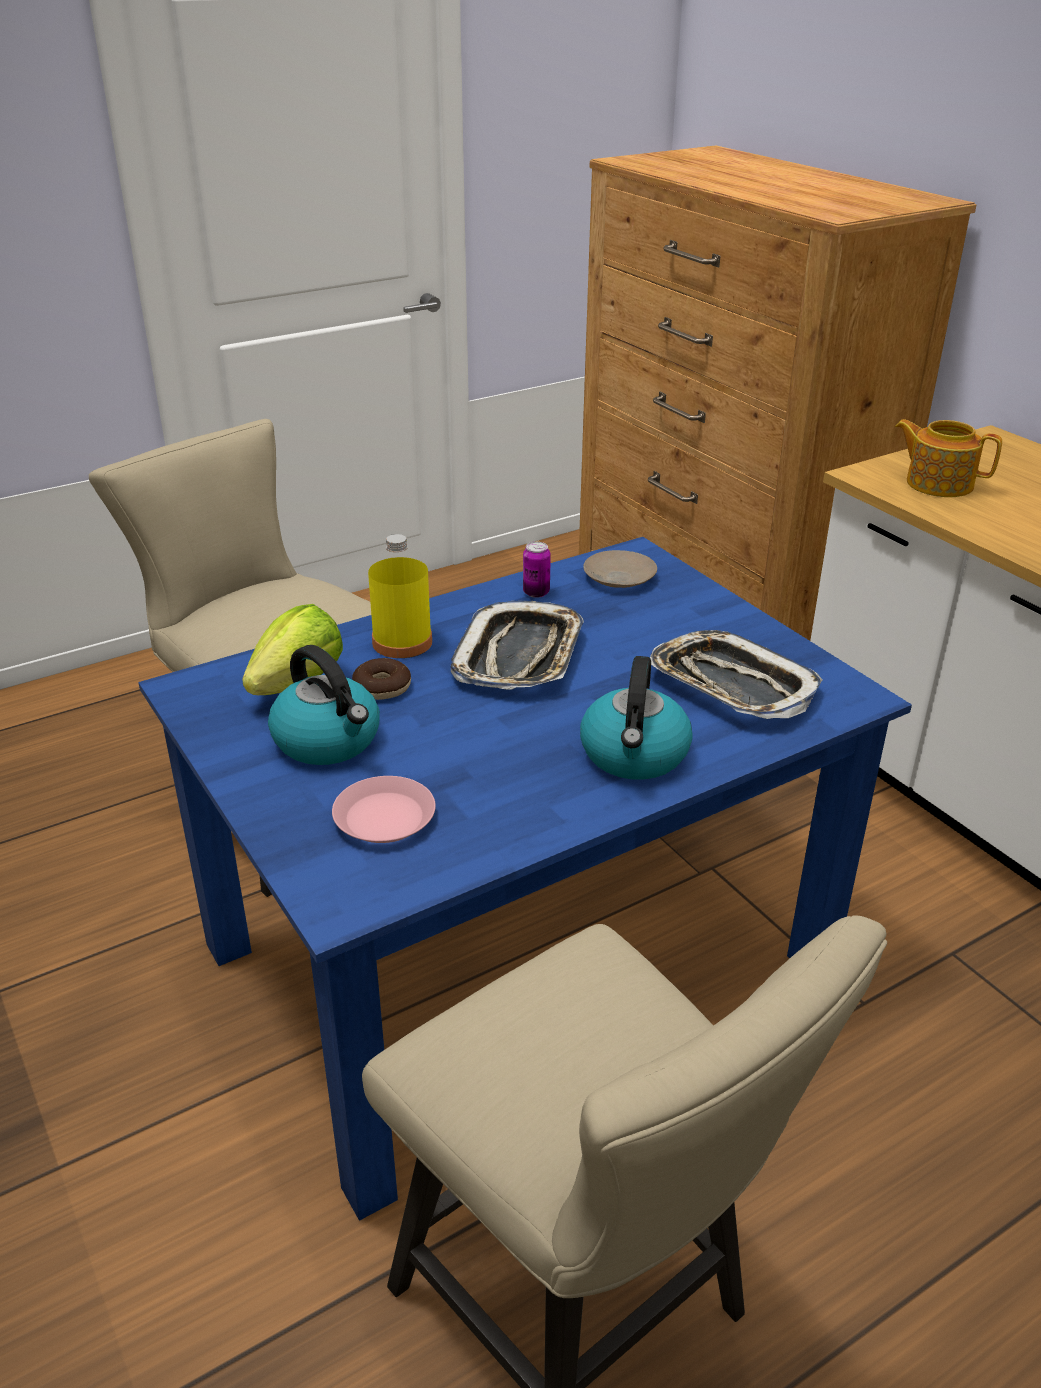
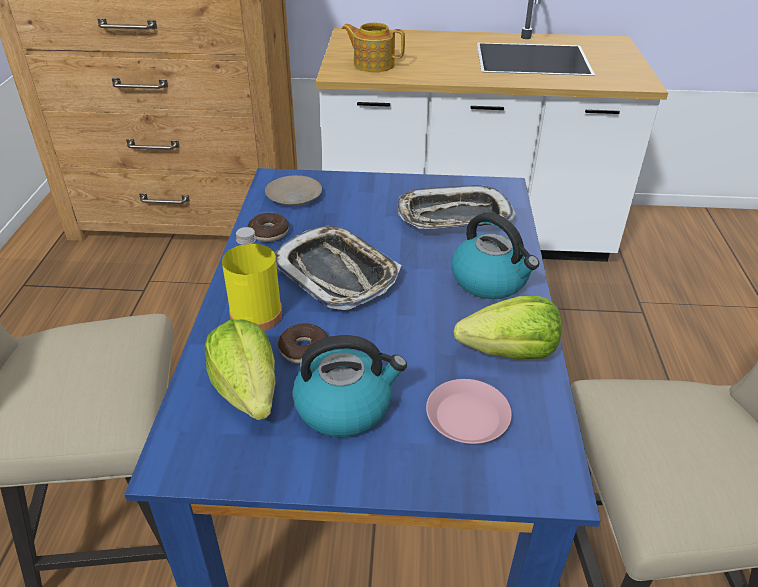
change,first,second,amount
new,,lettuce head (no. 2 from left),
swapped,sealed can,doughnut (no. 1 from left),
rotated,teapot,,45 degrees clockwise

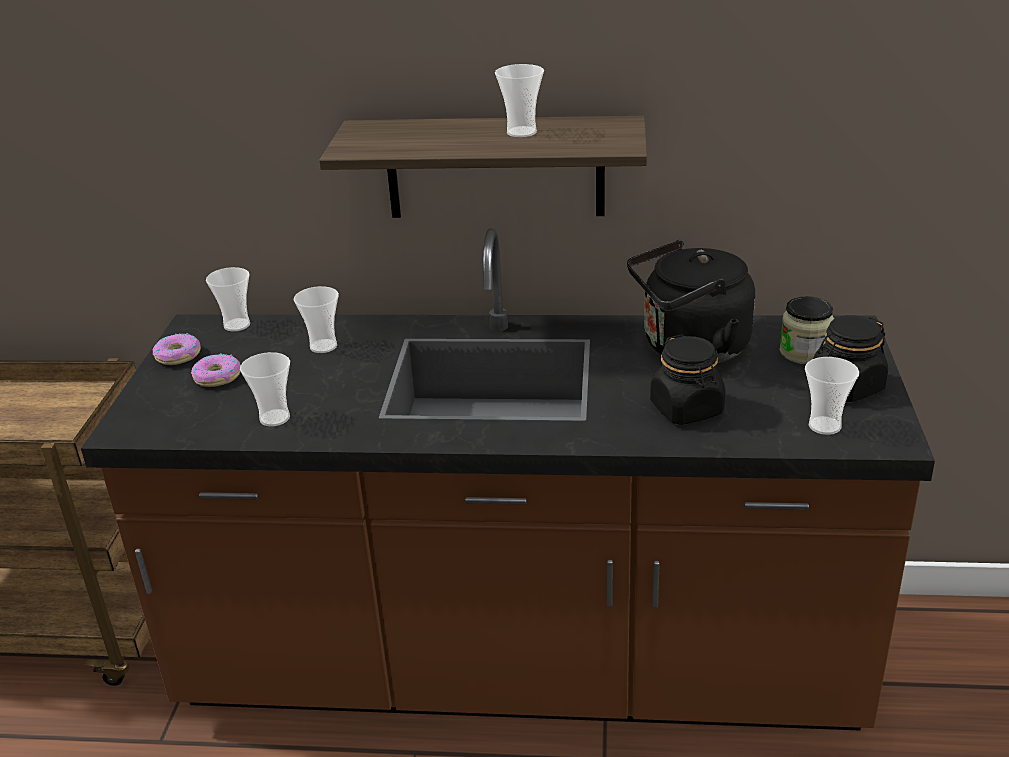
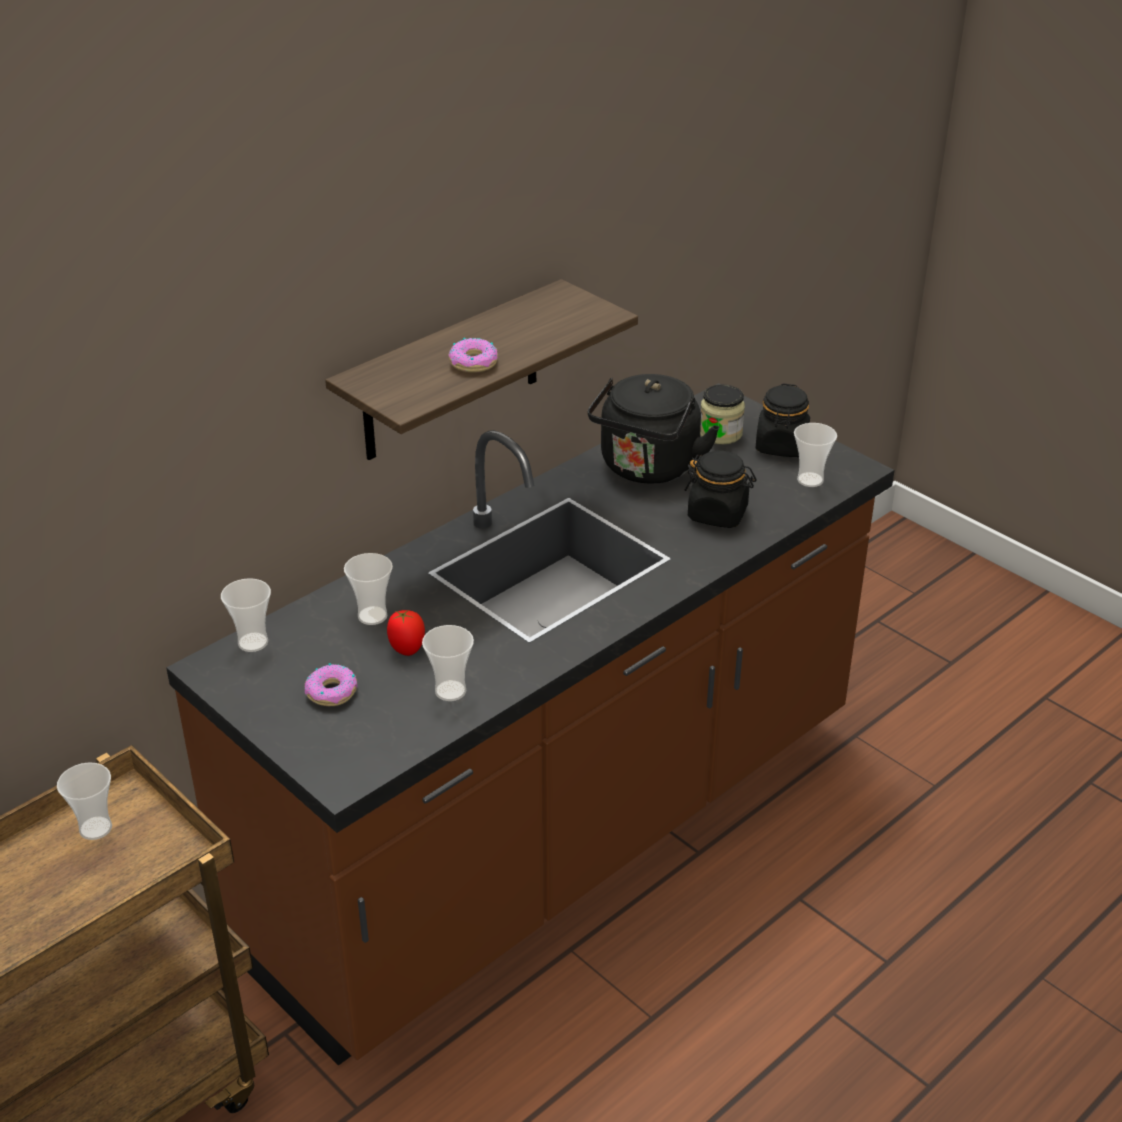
change,first,second,amount
new,,fresh tomato,
shifted,doughnut (no. 1 from left in the first image),doughnut (no. 2 from left),
shifted,drinking cup (no. 4 from left in the first image),drinking cup (no. 1 from left),

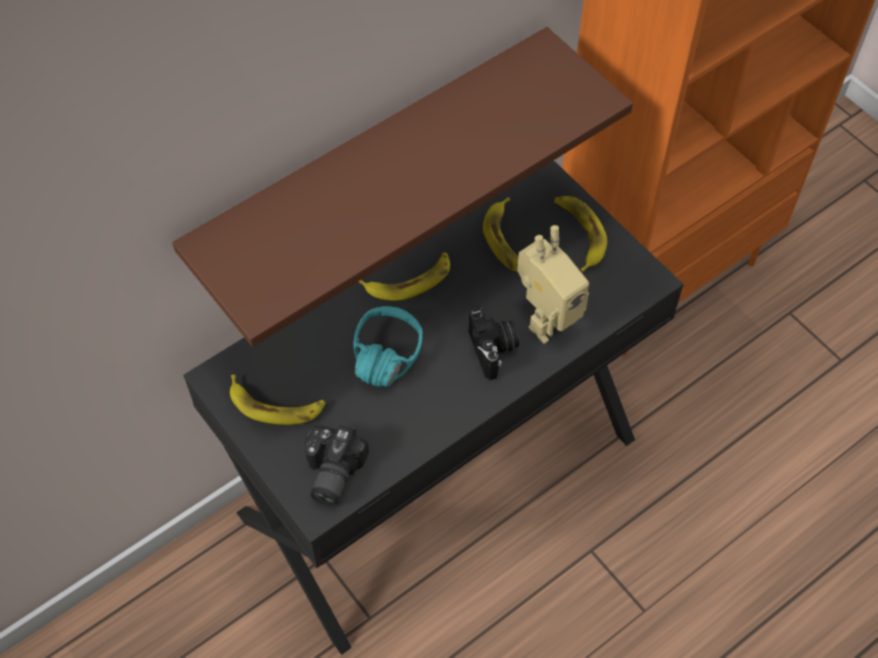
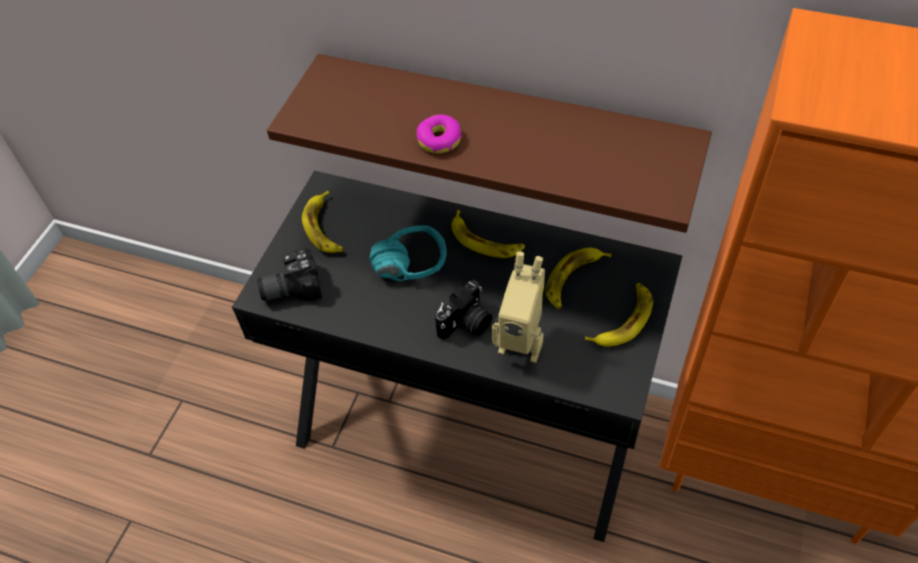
change,first,second,amount
new,,doughnut,

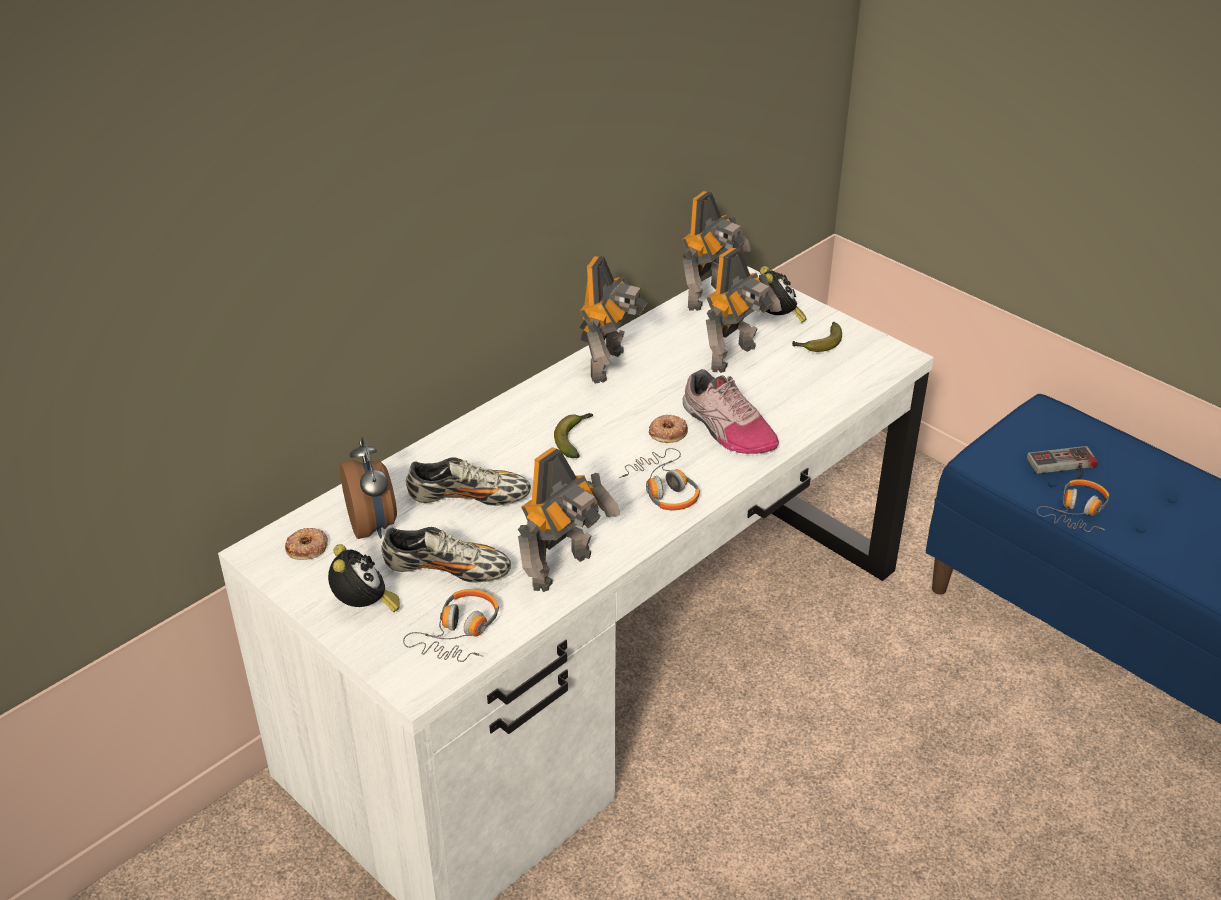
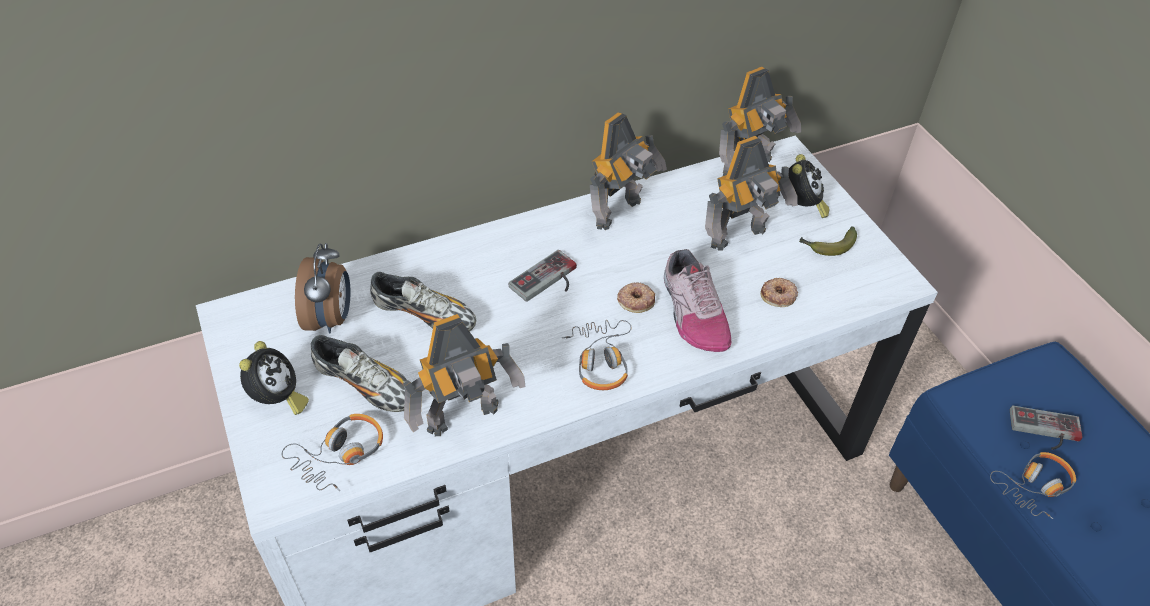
change,first,second,amount
shifted,doughnut (no. 1 from left in the first image),doughnut (no. 2 from left),
swapped,banana (no. 1 from left),game controller (no. 1 from left),

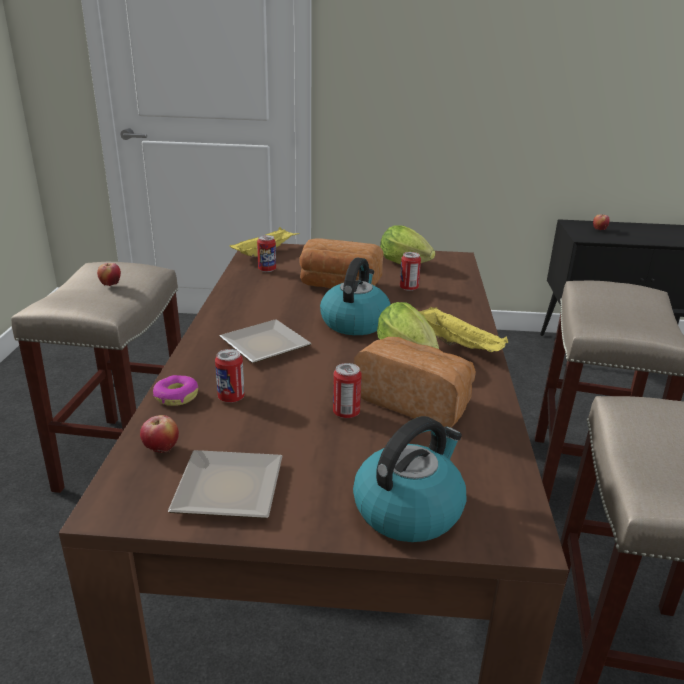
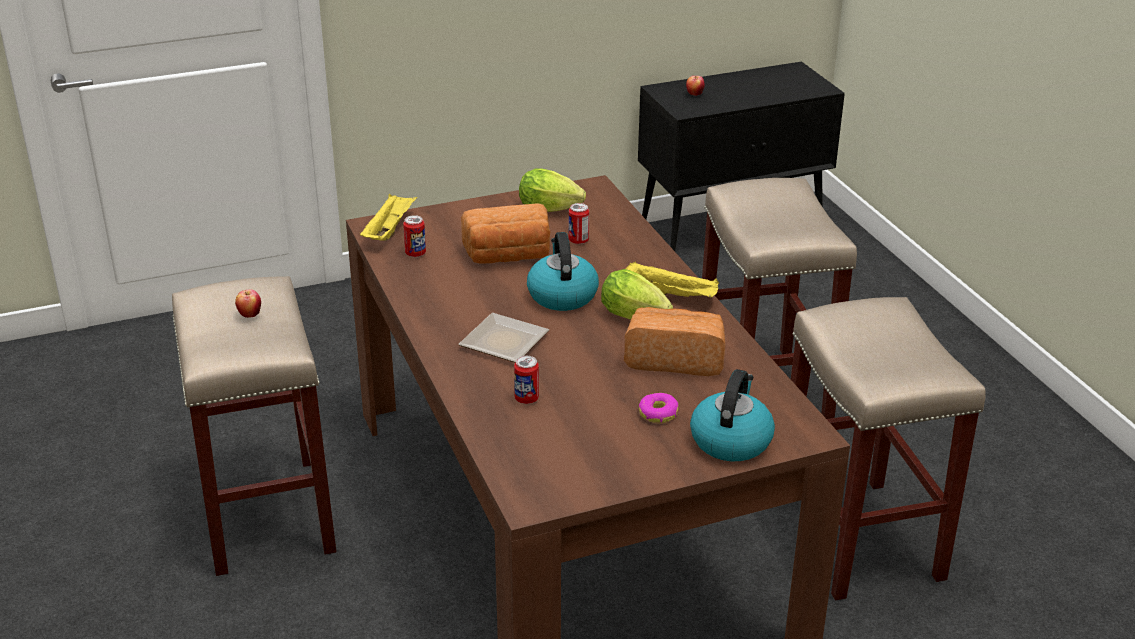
change,first,second,amount
gone,whole apple (no. 2 from left),,
gone,plate (no. 1 from left),,
gone,sealed can (no. 3 from left),,
shifted,doughnut,,

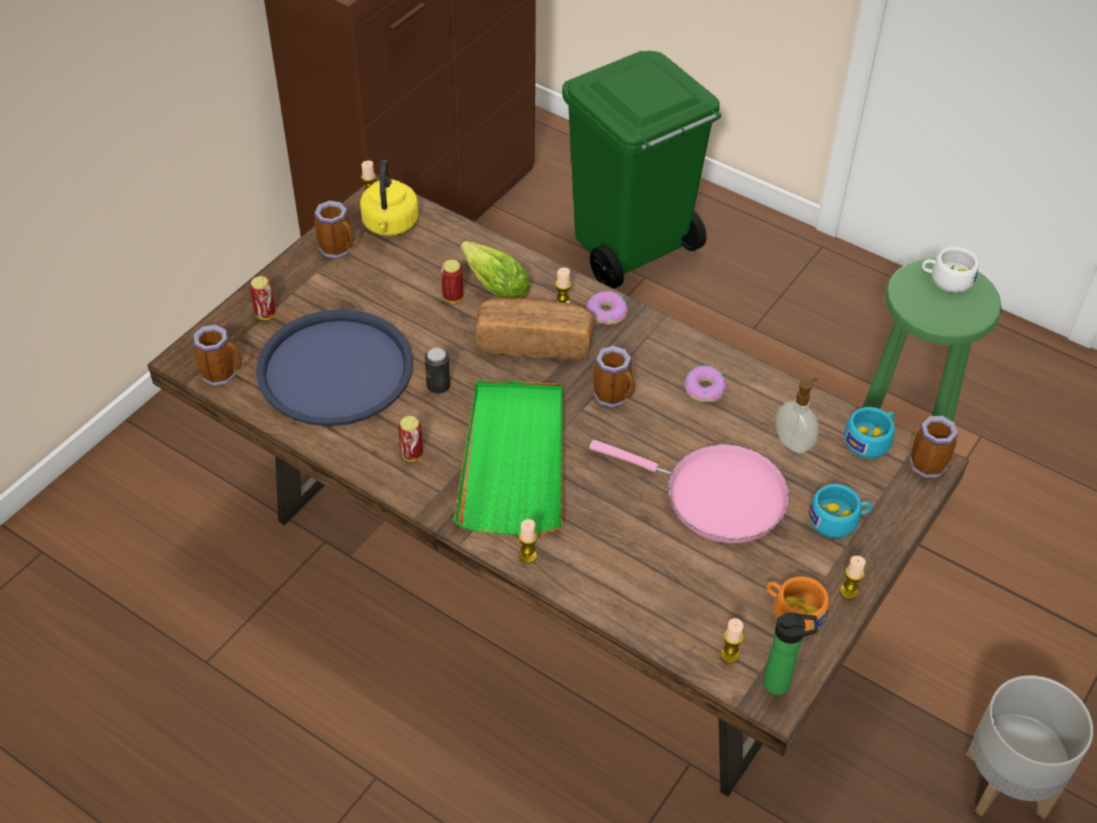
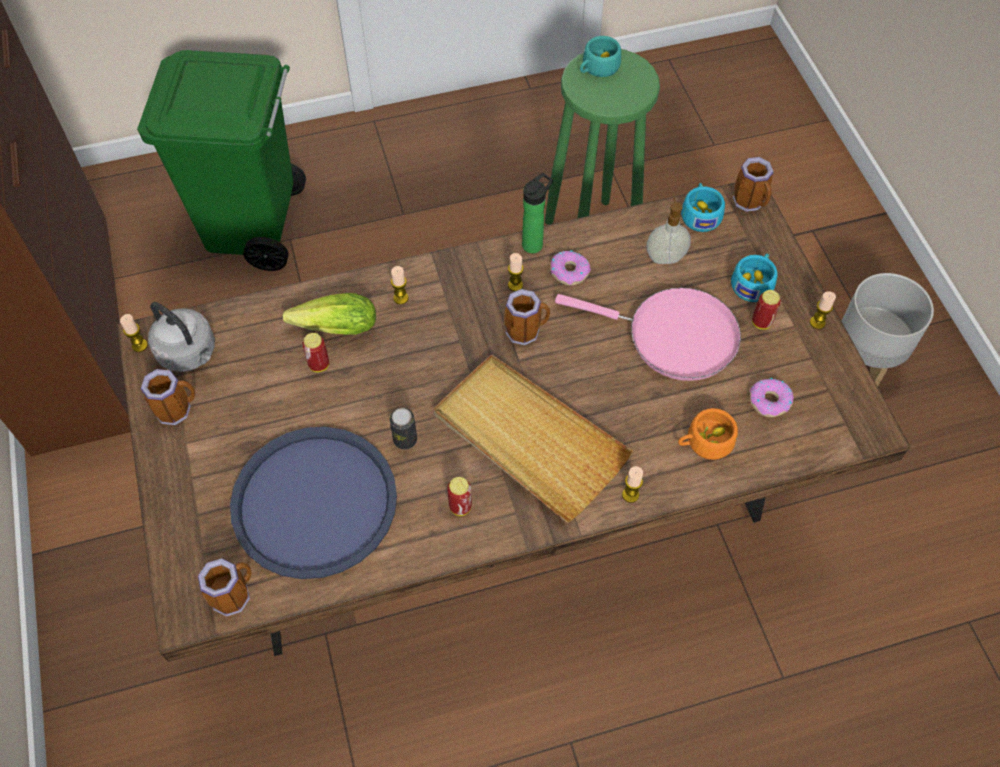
change,first,second,amount
gone,baked bread,,
shifted,sealed can (no. 1 from left in the first image),sealed can (no. 4 from left),
shifted,doughnut (no. 1 from left in the first image),doughnut (no. 2 from left),
shifted,candle (no. 4 from left in the first image),candle (no. 3 from left),
shifted,beverage bottle,,
shifted,orange drinking cup,,
repainted,yellow-coloured kettle,greyish kettle,
repainted,green serving tray,beige-coloured serving tray,
repainted,white-coloured drinking cup,turquoise drinking cup (no. 1 from left),
rotated,pink-coloured frying pan,,45 degrees clockwise

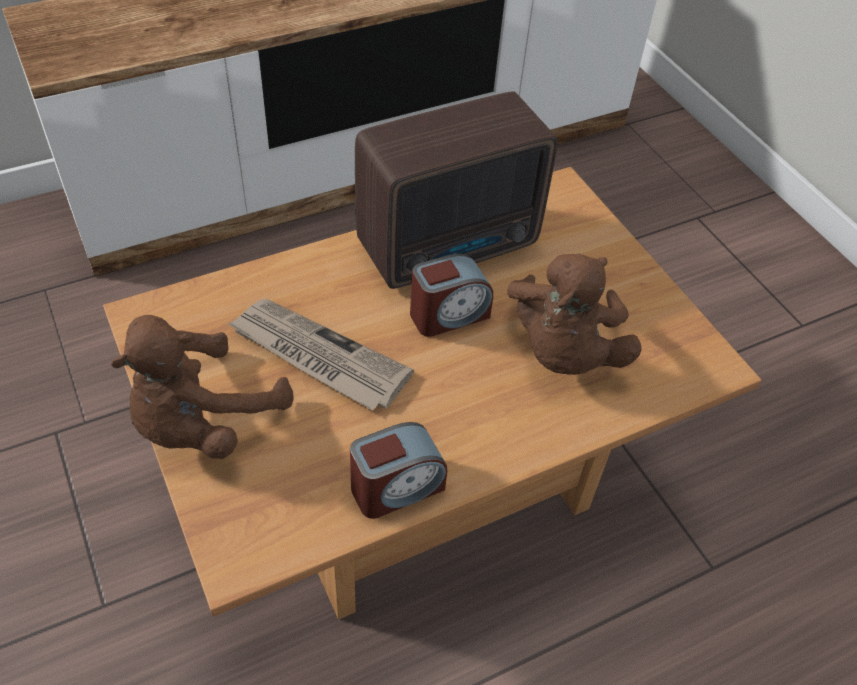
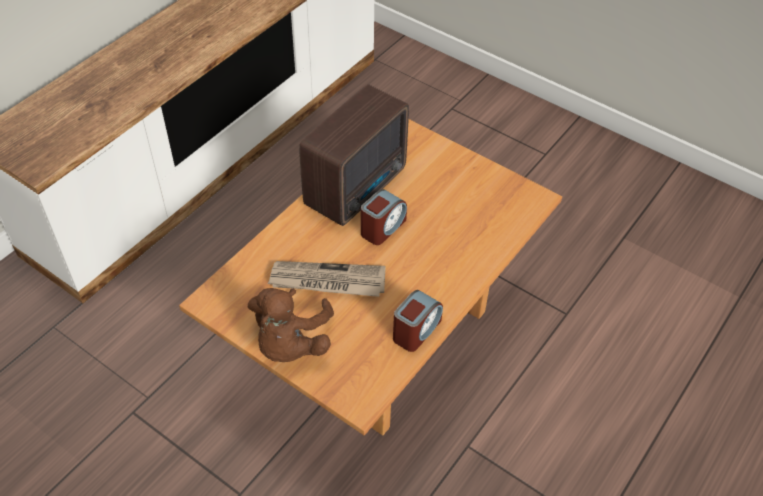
change,first,second,amount
gone,brown-coloured plush toy (no. 2 from left),,

